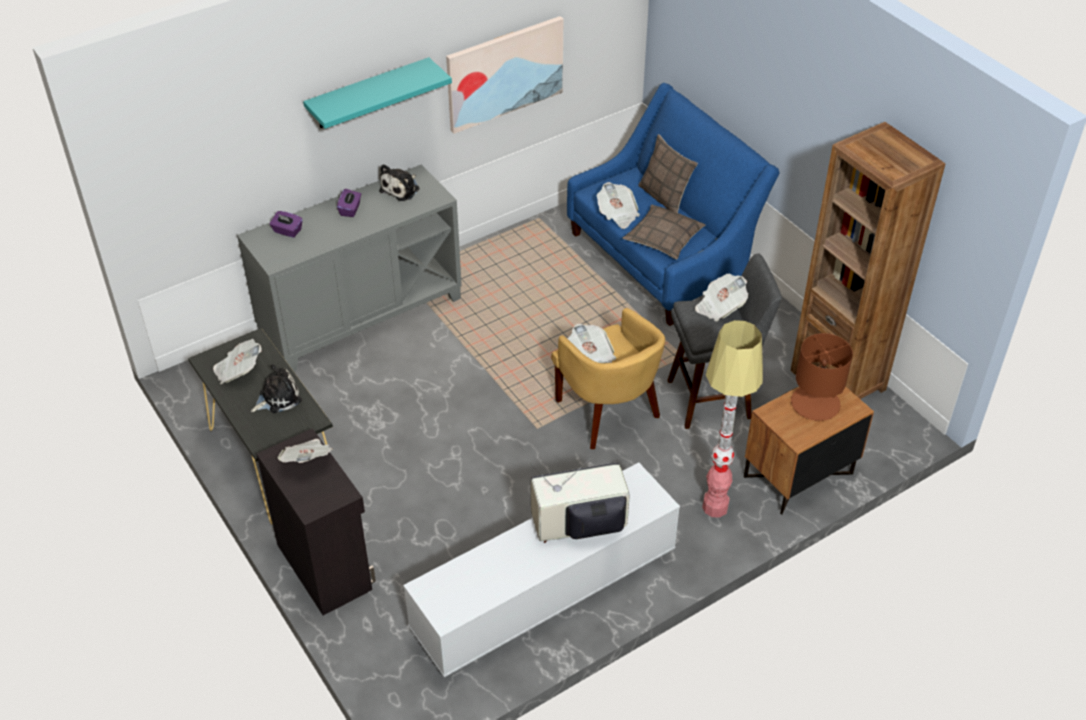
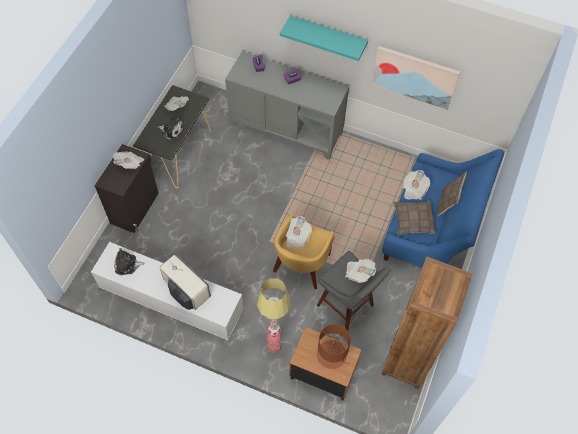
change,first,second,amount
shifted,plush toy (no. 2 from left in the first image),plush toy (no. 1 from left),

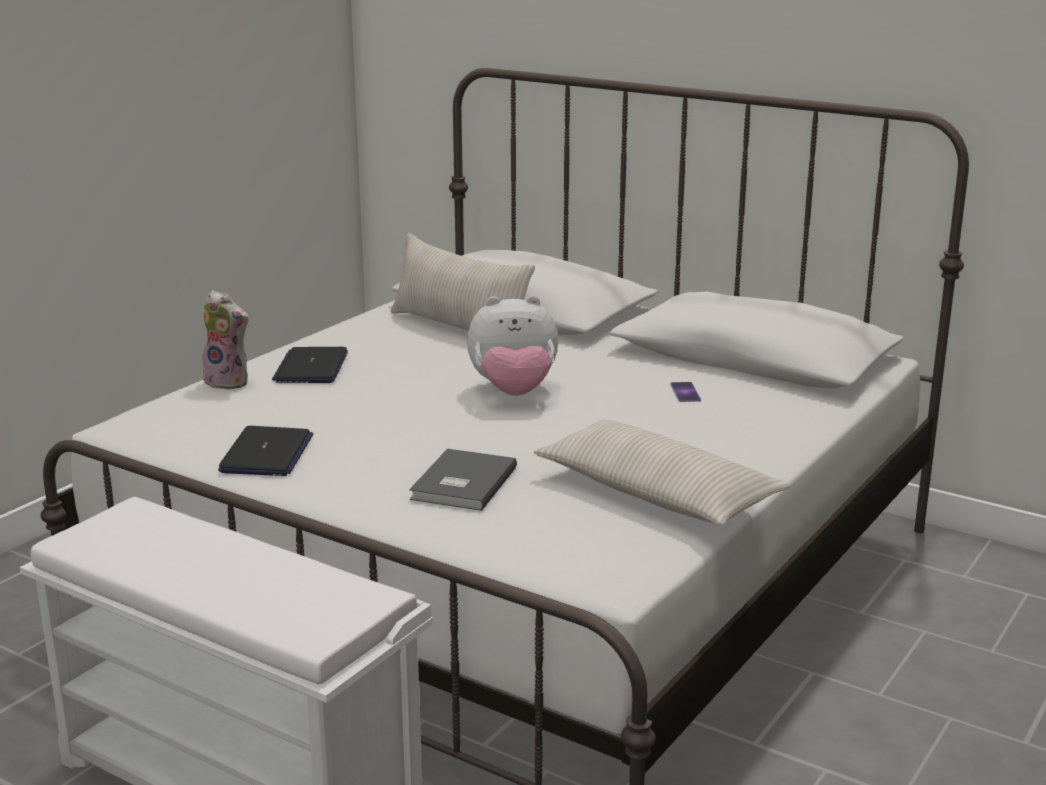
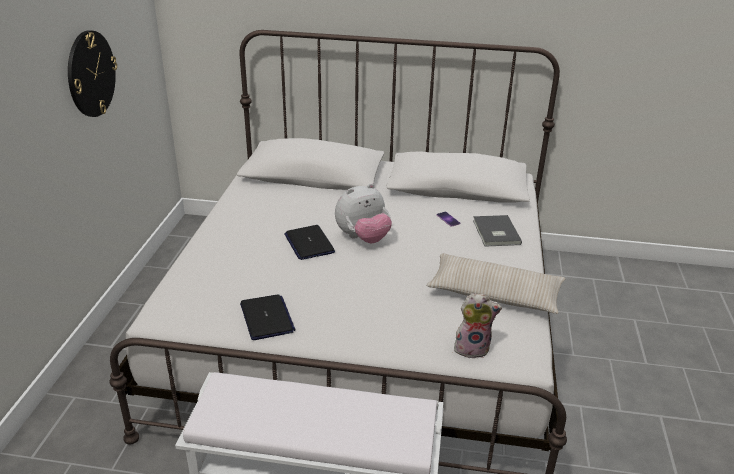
change,first,second,amount
gone,beige-coloured cushion (no. 1 from left),,
new,,clock on the wall,
shifted,plush toy (no. 1 from left in the first image),plush toy (no. 2 from left),
shifted,portable computer (no. 2 from left),,
shifted,greyish book,,

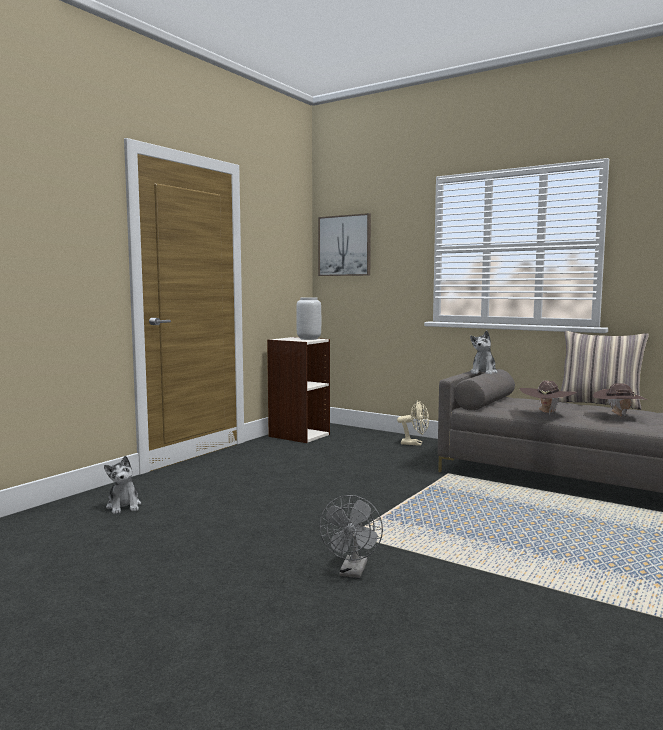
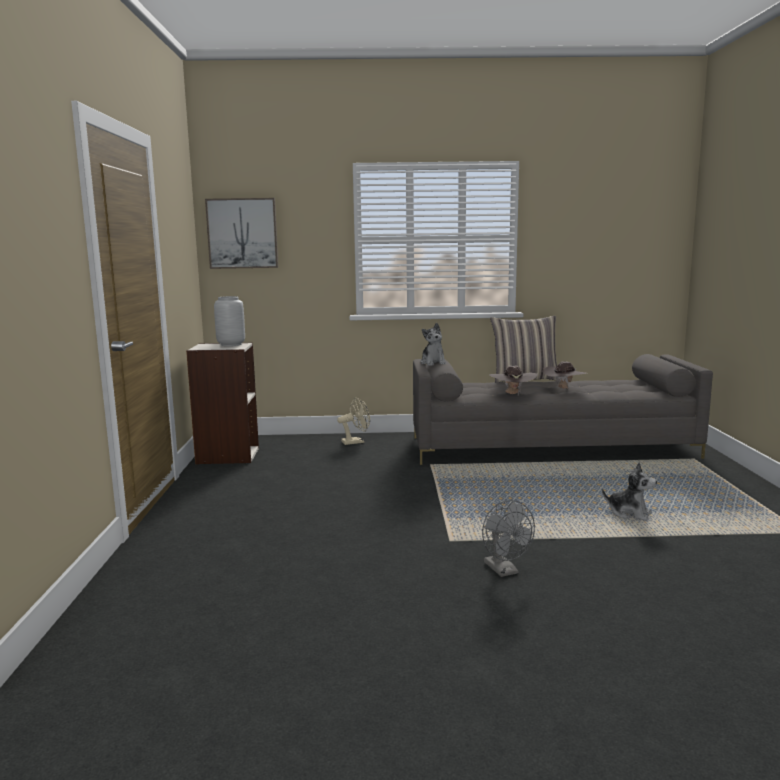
change,first,second,amount
shifted,plush toy (no. 1 from left in the first image),plush toy (no. 2 from left),

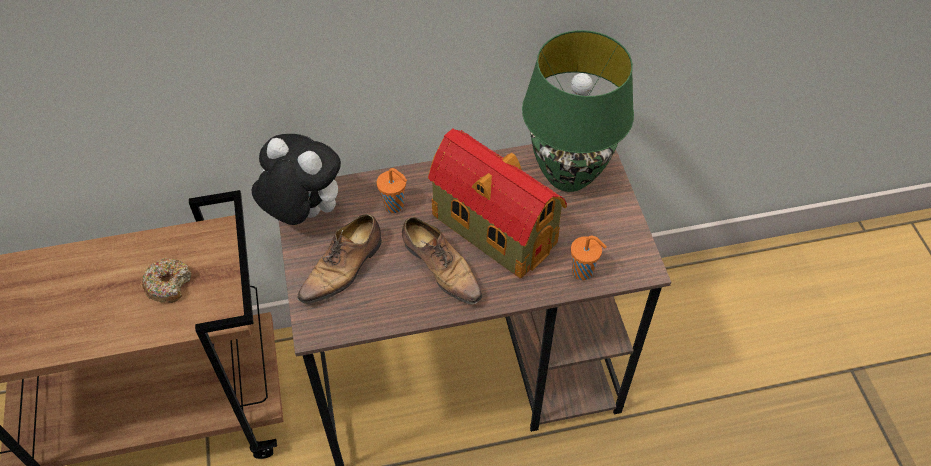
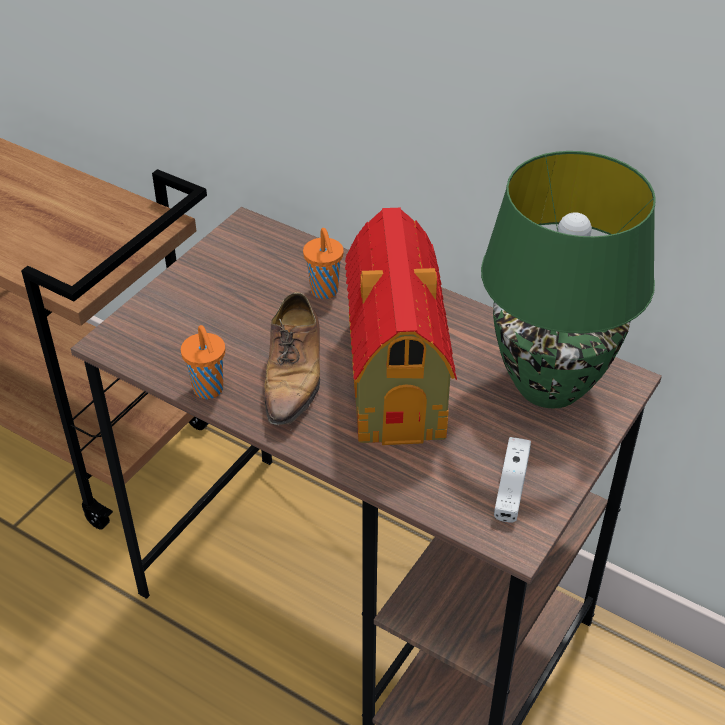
change,first,second,amount
gone,doughnut,,
gone,plush toy,,
gone,low shoe (no. 1 from left),,
new,,white-coloured game controller,
shifted,orange drinking cup (no. 2 from left in the first image),orange drinking cup (no. 1 from left),

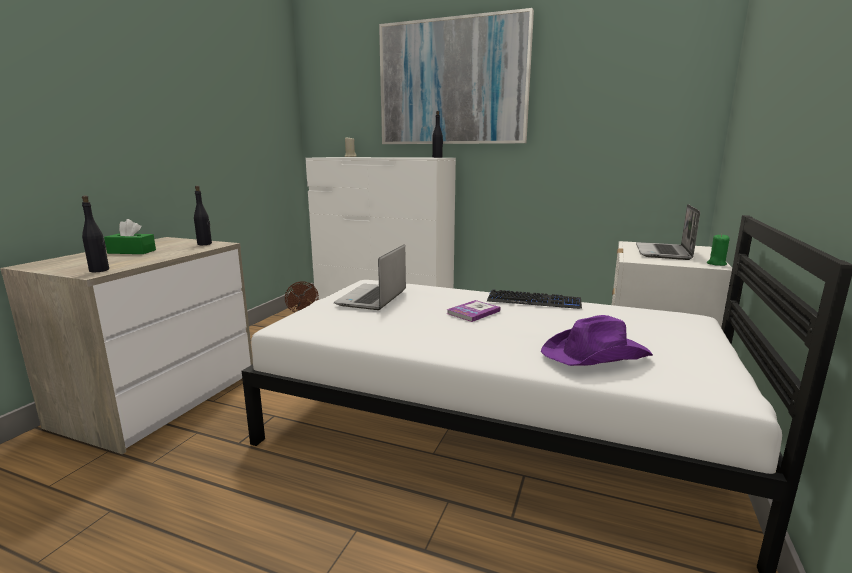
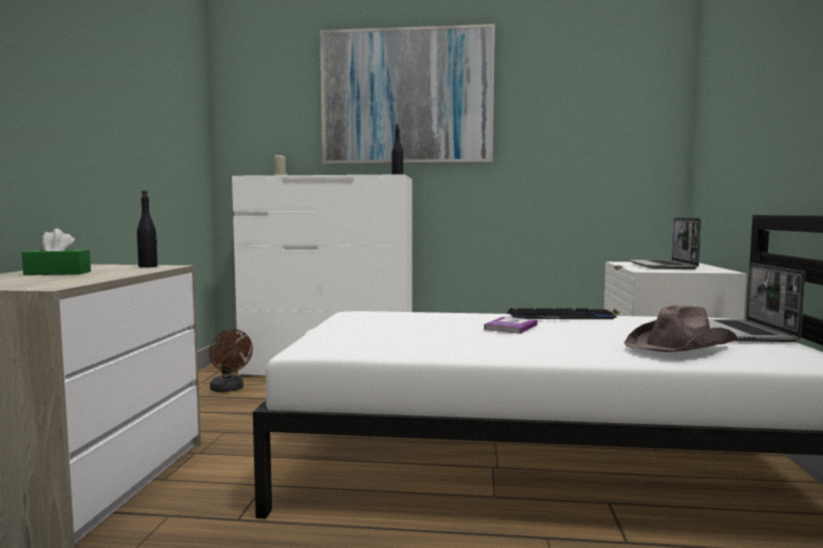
change,first,second,amount
gone,black-coloured beverage bottle (no. 1 from left),,
gone,green candle,,
shifted,portable computer (no. 1 from left in the first image),portable computer (no. 2 from left),
repainted,purplish clothing hat,brown-coloured clothing hat,

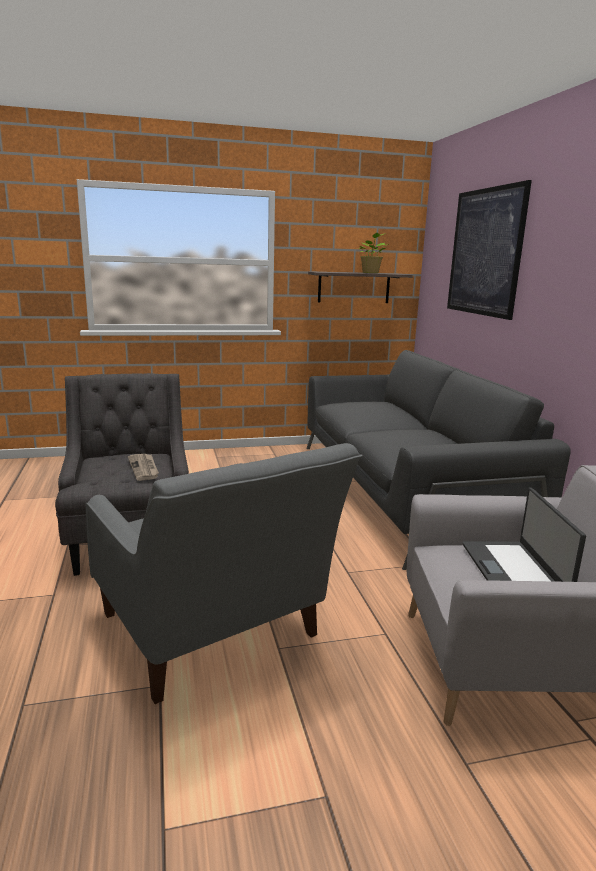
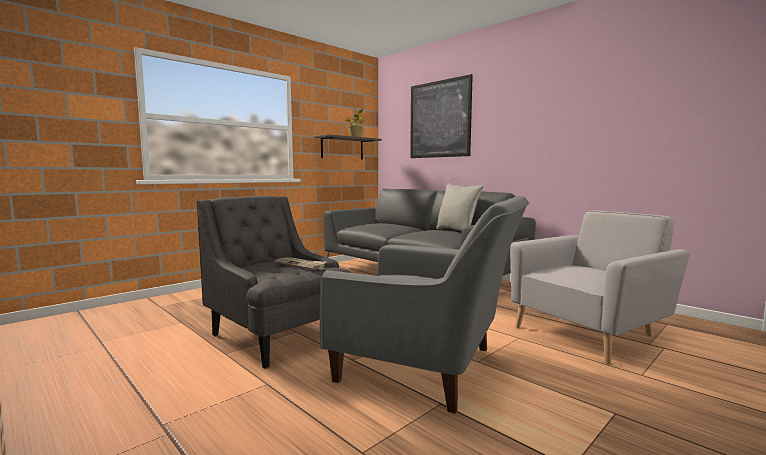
change,first,second,amount
gone,portable computer,,
new,,greyish cushion,

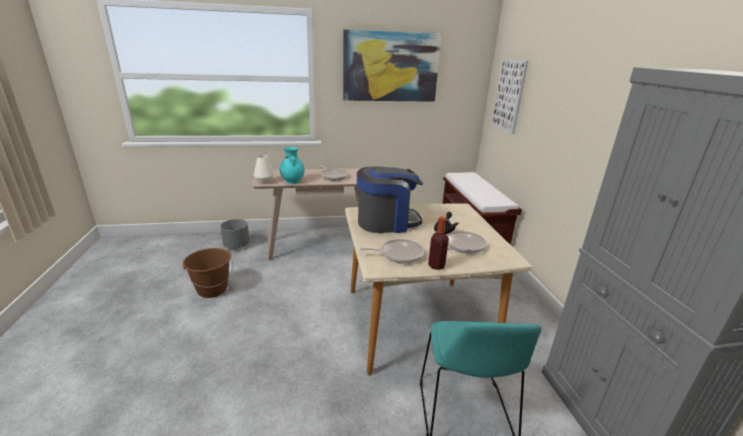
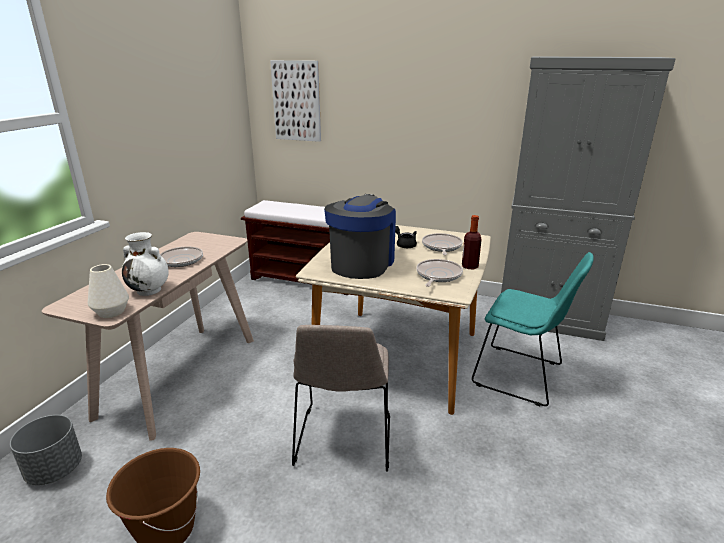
change,first,second,amount
gone,wall art (no. 1 from left),,
new,,beige-coloured upright chair,
repainted,turquoise decorative vase,white-coloured decorative vase (no. 2 from left),

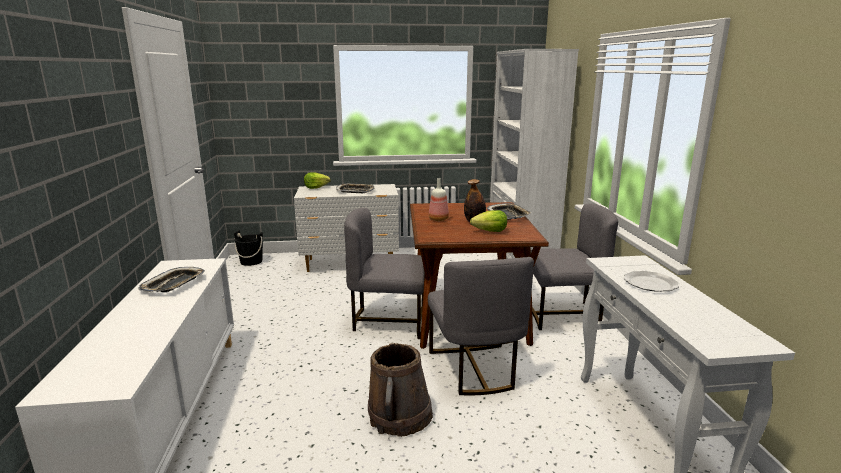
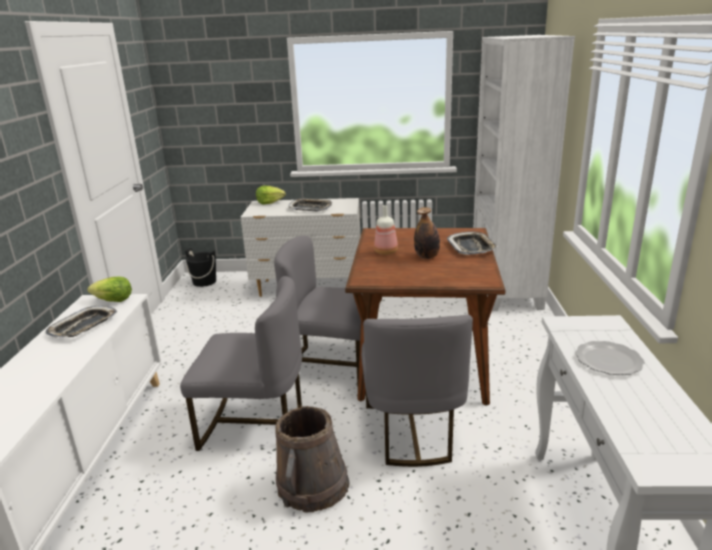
change,first,second,amount
shifted,lettuce head (no. 2 from left in the first image),lettuce head (no. 1 from left),
shifted,greyish upright chair (no. 3 from left in the first image),greyish upright chair (no. 1 from left),

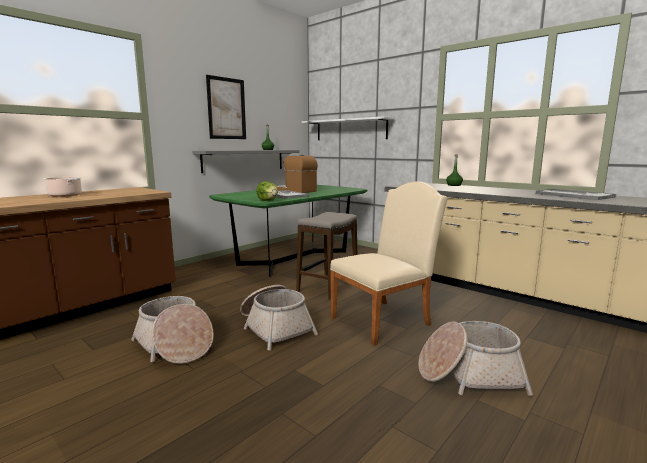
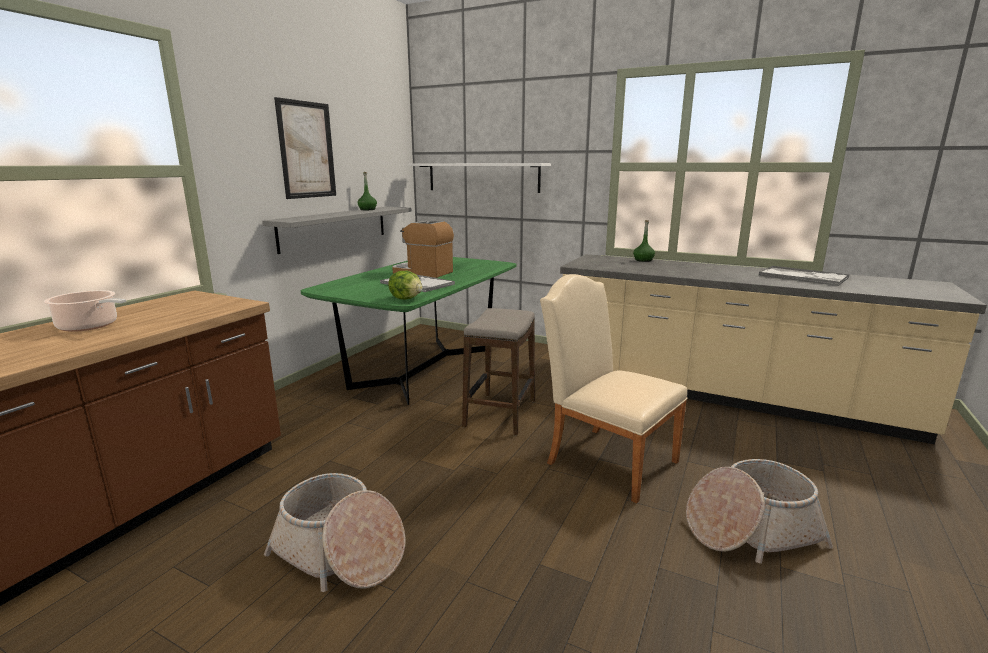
change,first,second,amount
gone,storage basket (no. 2 from left),,
rotated,beige-coloured upright chair,,90 degrees counterclockwise

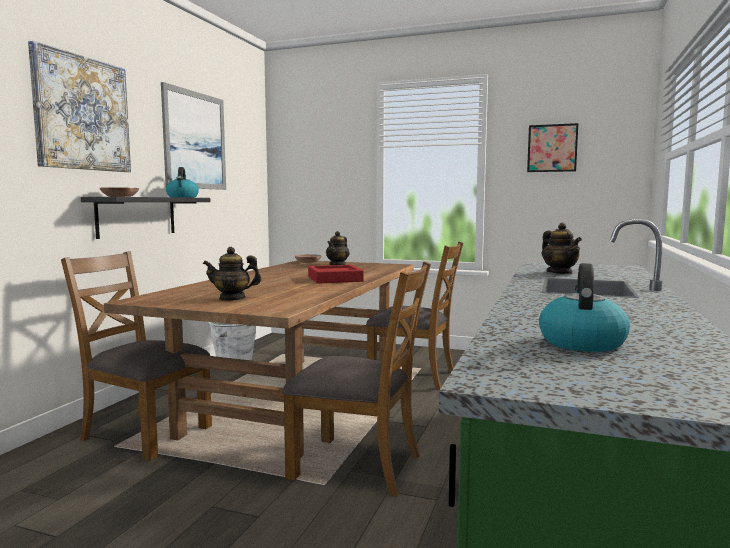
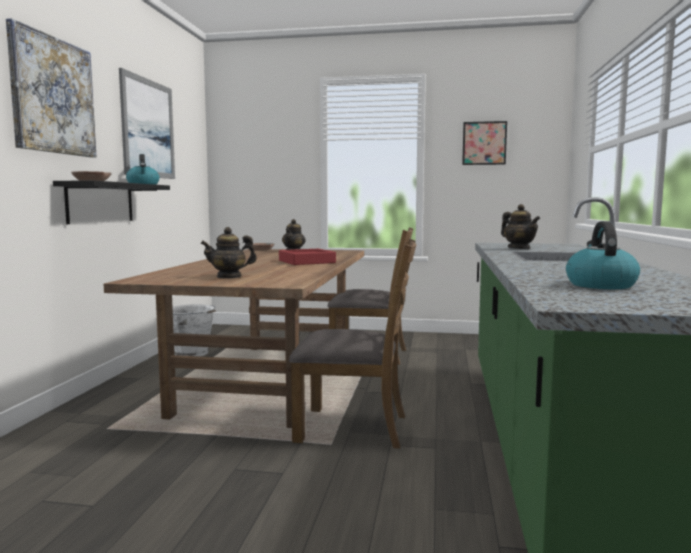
change,first,second,amount
gone,brown-coloured upright chair (no. 1 from left),,

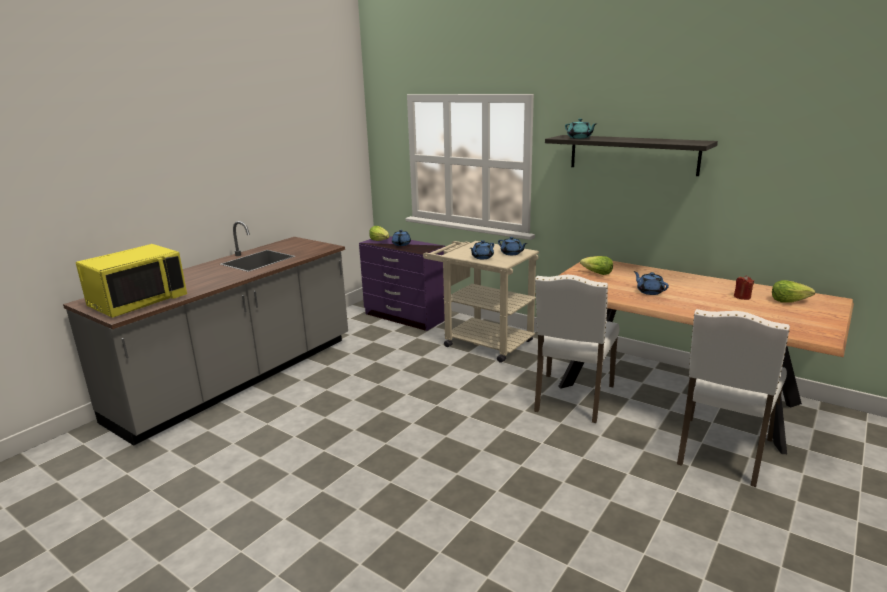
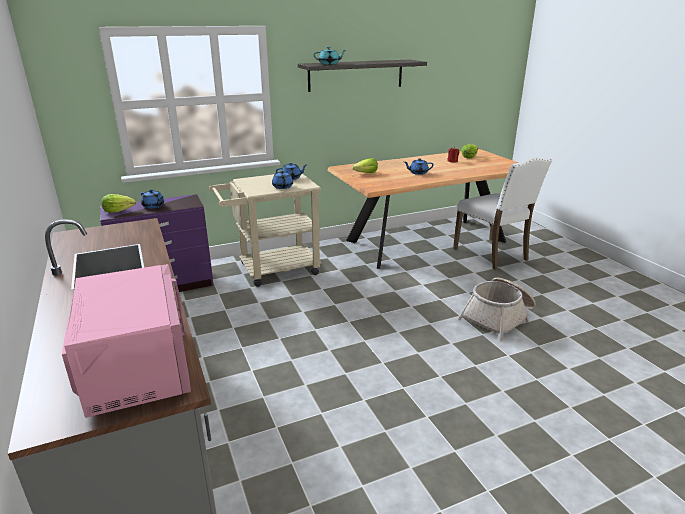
change,first,second,amount
gone,white-coloured upright chair (no. 1 from left),,
new,,storage basket,
repainted,yellow-coloured microwave,pink-coloured microwave,

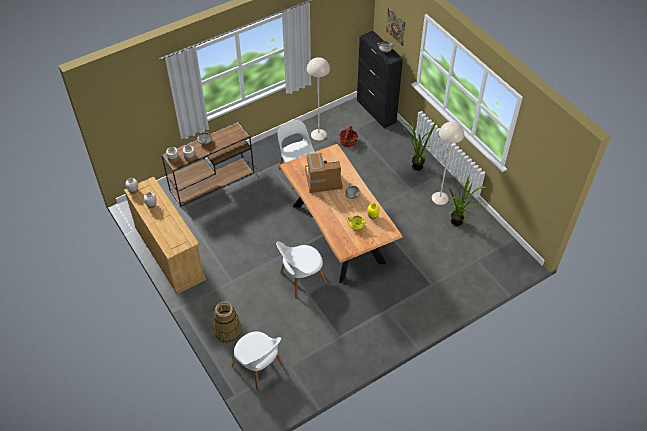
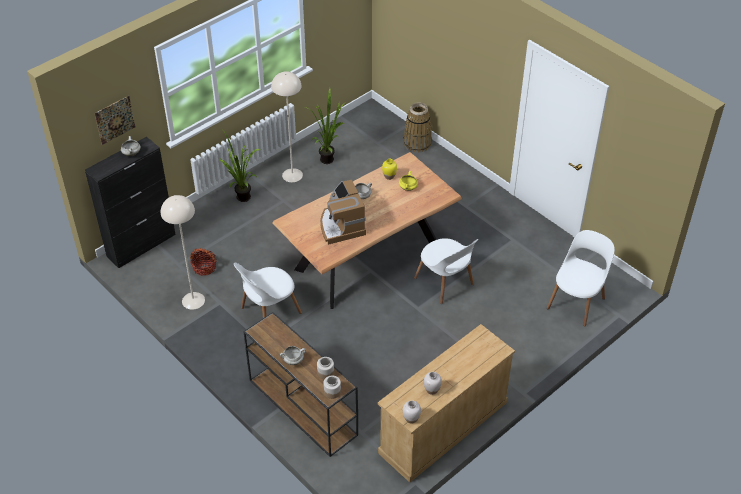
change,first,second,amount
shifted,storage basket (no. 1 from left in the first image),storage basket (no. 2 from left),

